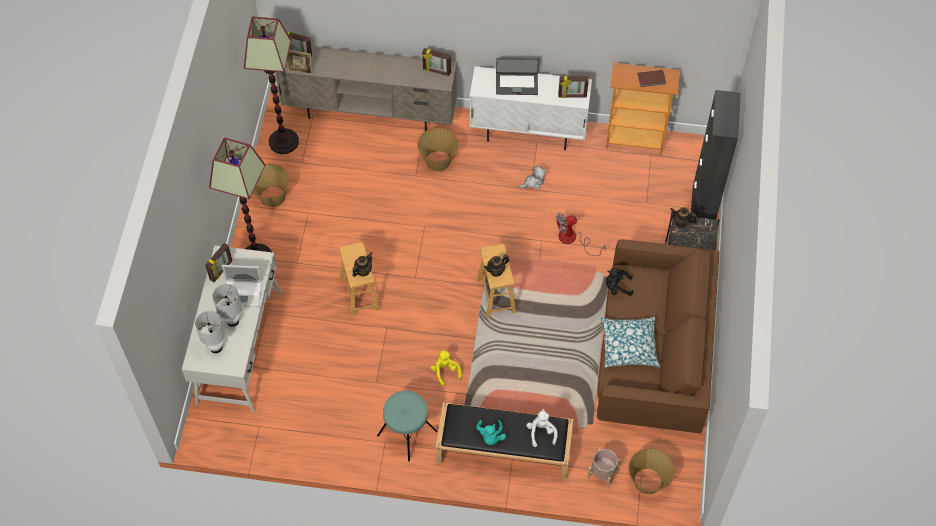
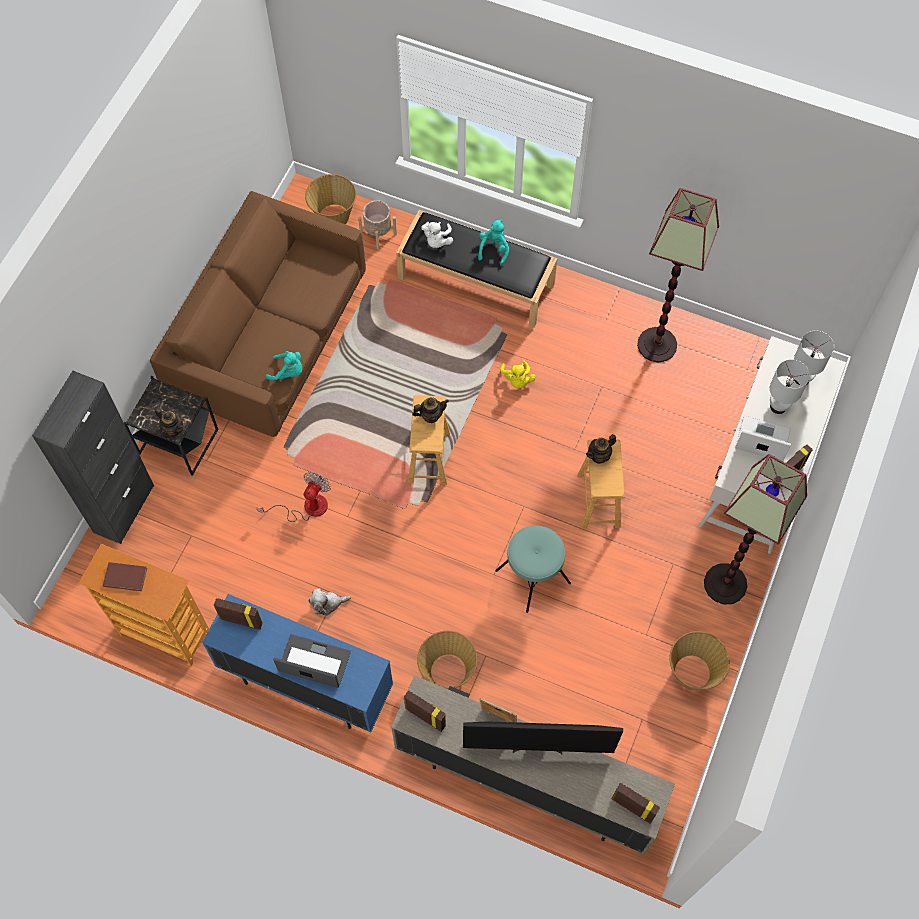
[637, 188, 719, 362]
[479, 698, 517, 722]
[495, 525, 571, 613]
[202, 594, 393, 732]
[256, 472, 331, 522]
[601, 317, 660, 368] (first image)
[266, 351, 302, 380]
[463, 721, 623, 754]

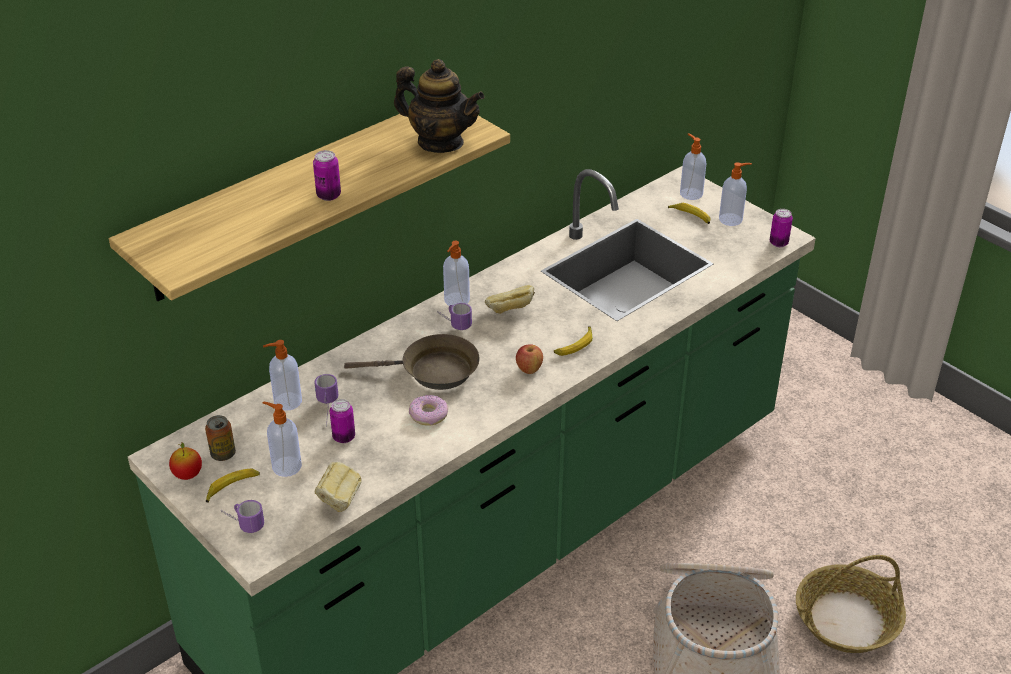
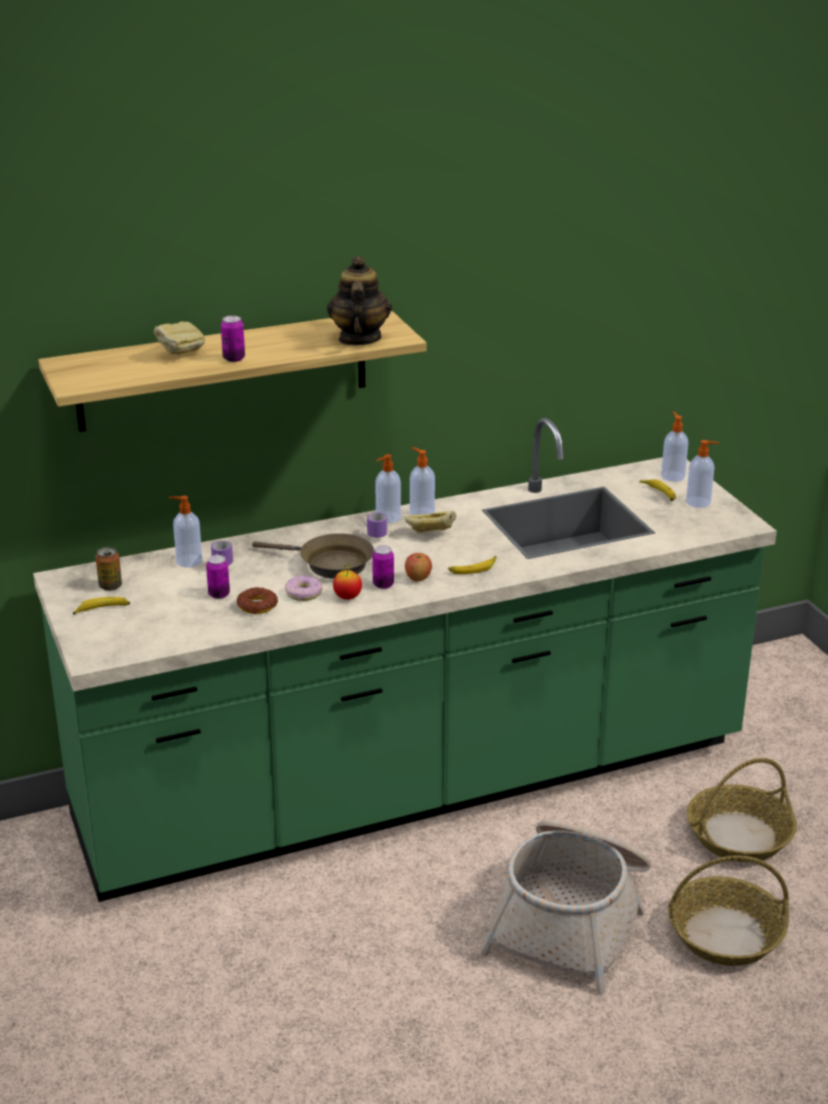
[333, 564, 362, 600]
[221, 500, 264, 533] (first image)
[410, 447, 435, 515]
[154, 321, 205, 355]
[327, 256, 392, 346]
[372, 545, 394, 589]
[237, 587, 278, 614]
[687, 758, 797, 862]

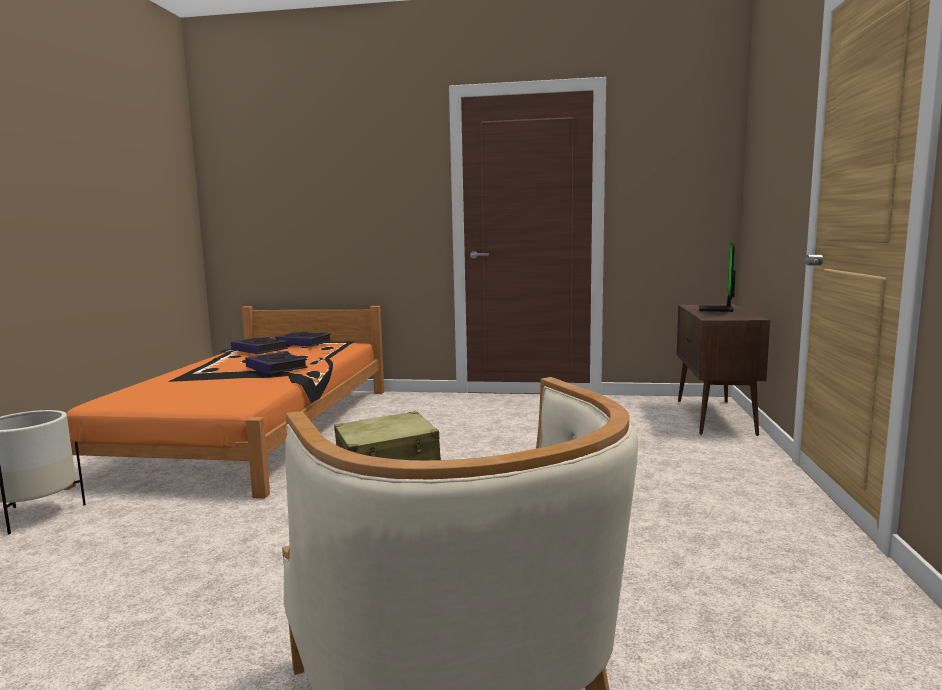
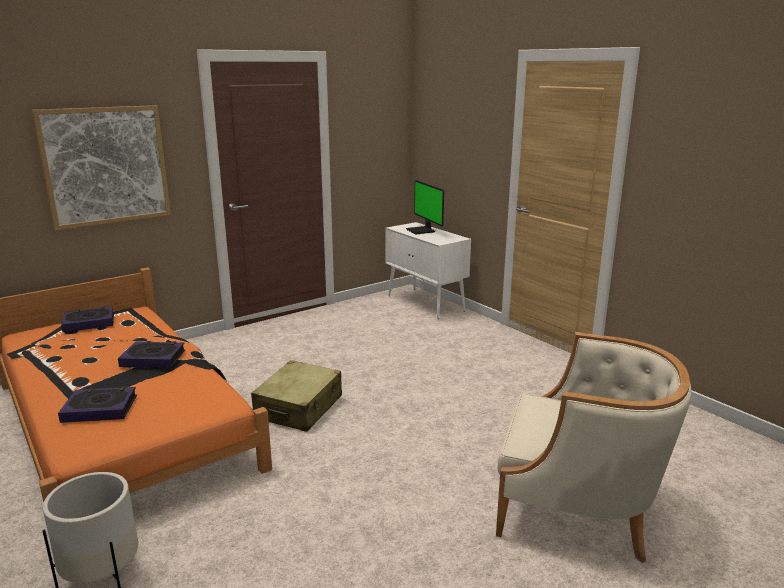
[58, 386, 137, 423]
[385, 222, 471, 319]
[32, 105, 171, 230]

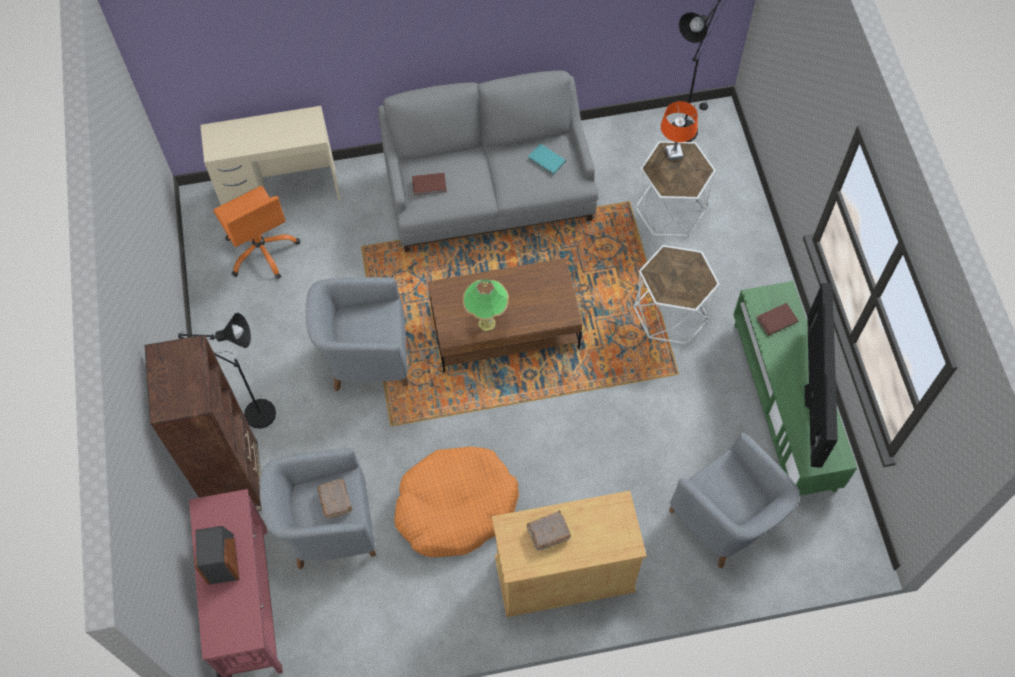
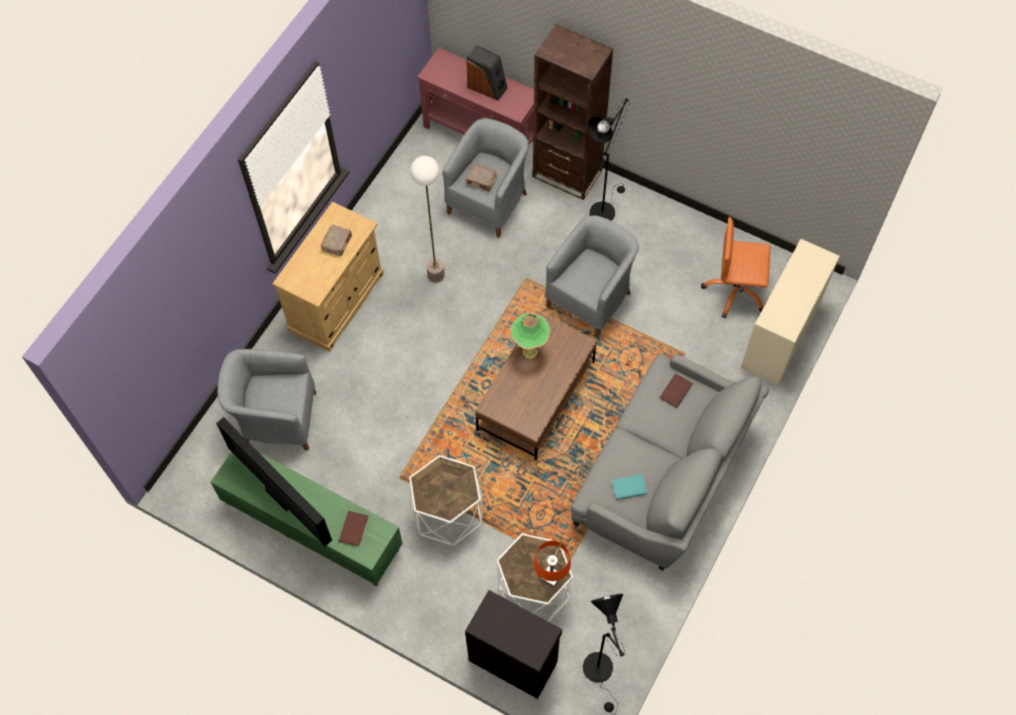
[410, 156, 445, 283]
[465, 590, 562, 699]

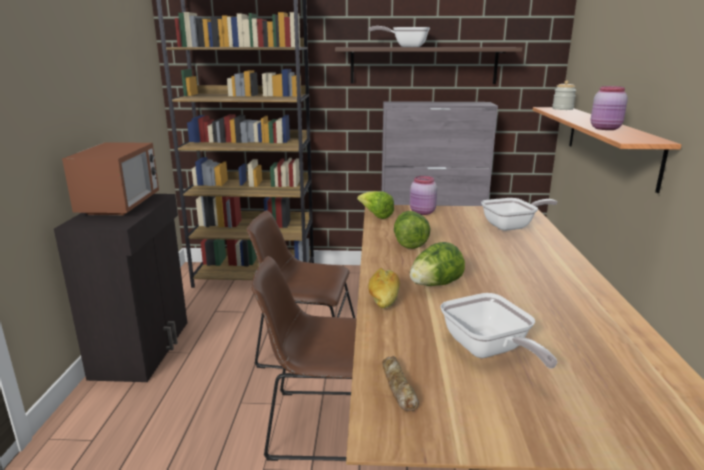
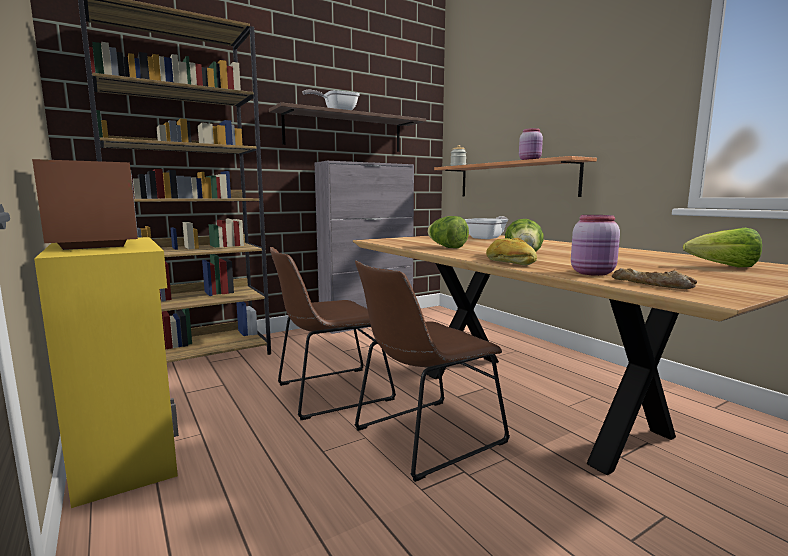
[34, 237, 179, 508]
[683, 228, 762, 268]
[571, 215, 620, 276]
[440, 293, 557, 369] (first image)

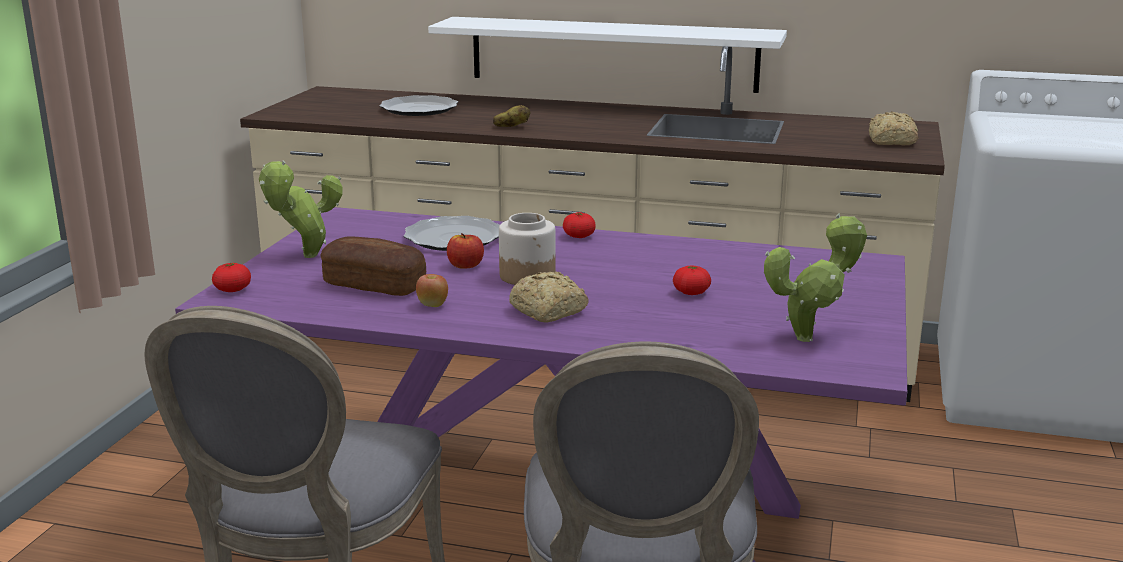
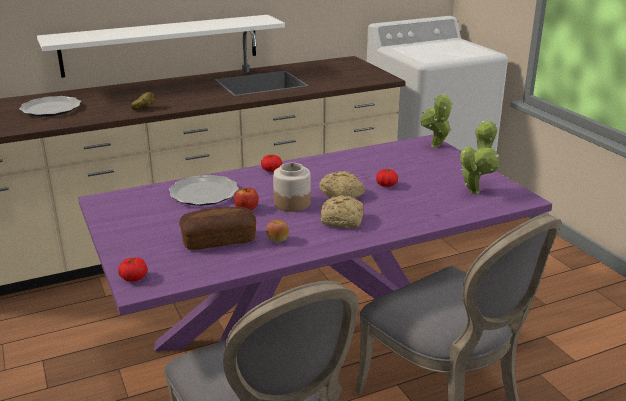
[420, 93, 453, 148]
[319, 171, 365, 198]

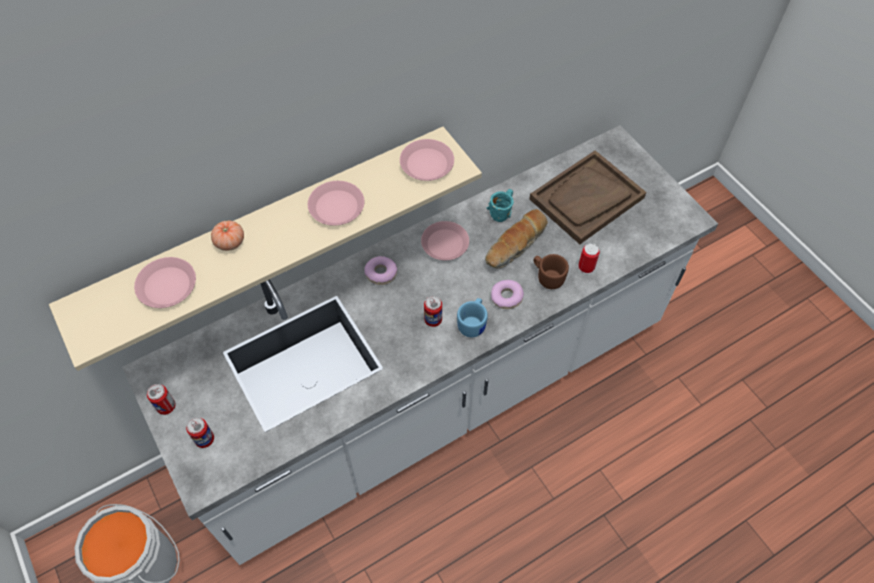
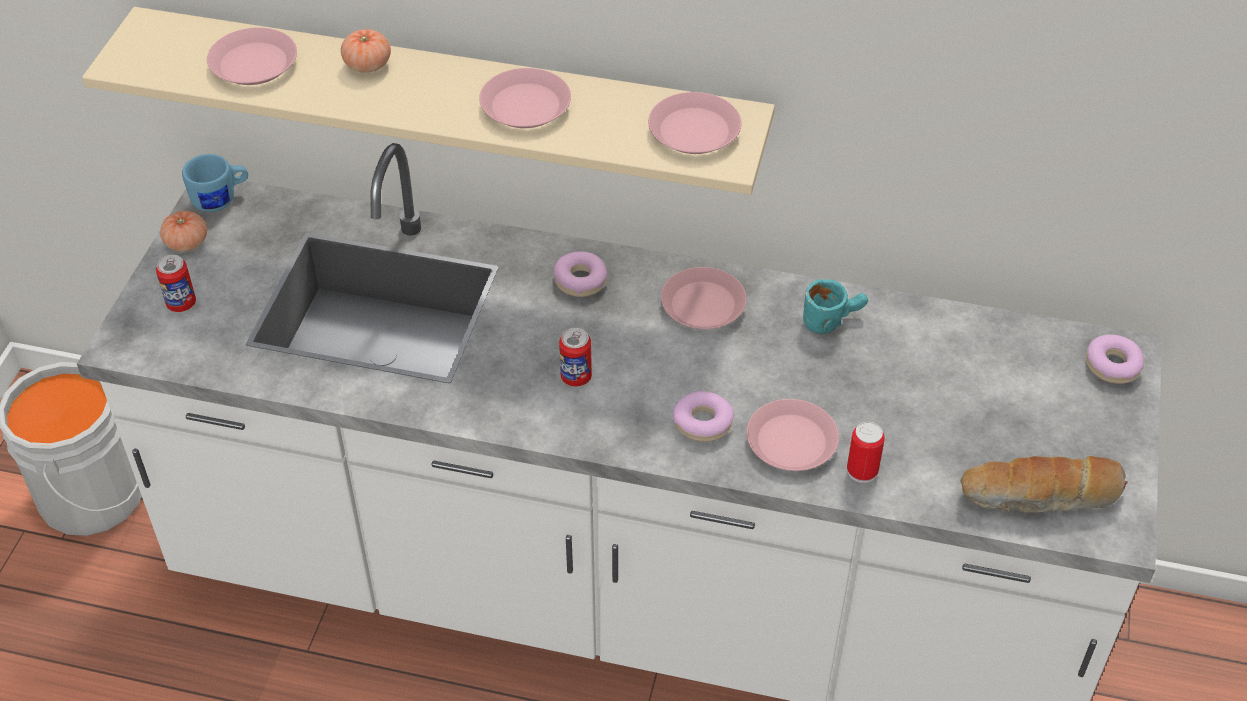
[160, 211, 207, 252]
[182, 154, 248, 212]
[960, 456, 1128, 513]
[529, 150, 646, 244] (first image)
[746, 399, 839, 471]
[1086, 334, 1144, 384]

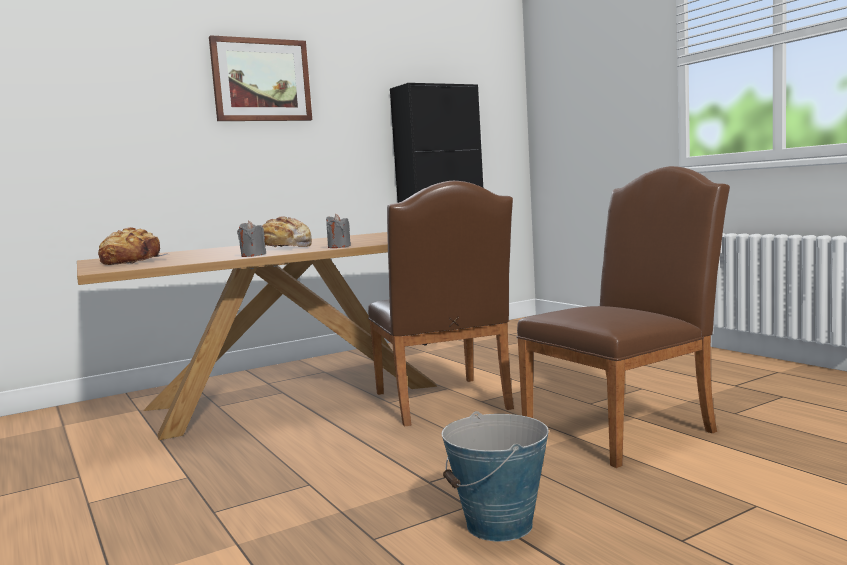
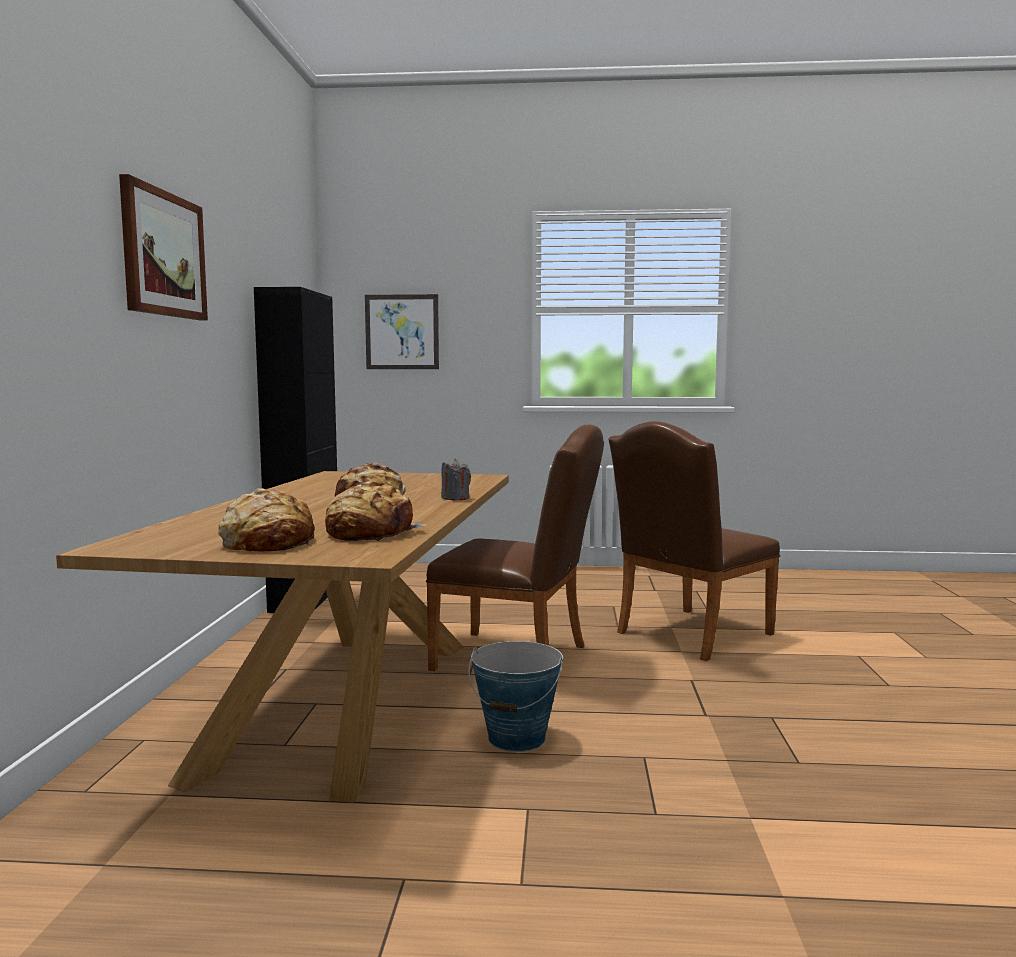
[237, 221, 266, 257] (first image)
[469, 641, 563, 752]
[609, 421, 780, 661]
[325, 481, 427, 541]
[365, 294, 439, 369]

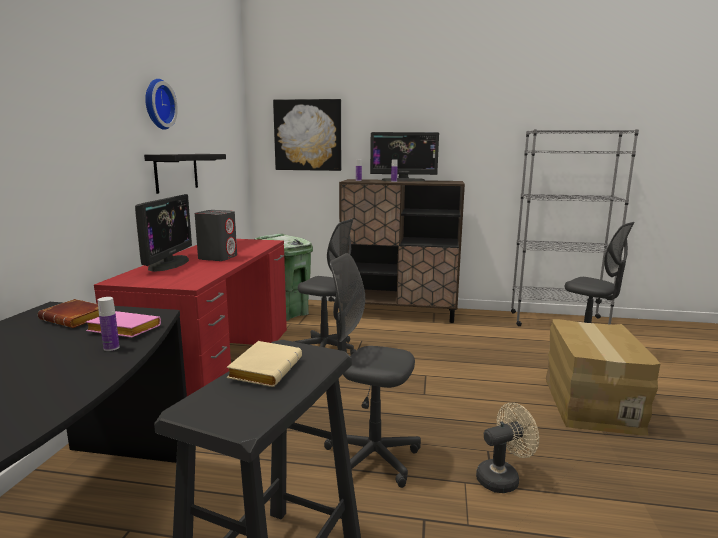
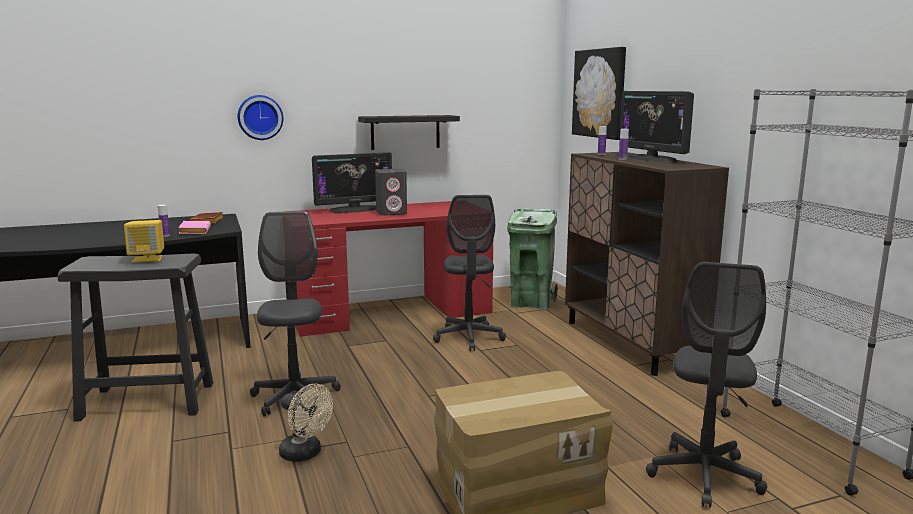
[238, 95, 283, 140]
[124, 220, 164, 263]

